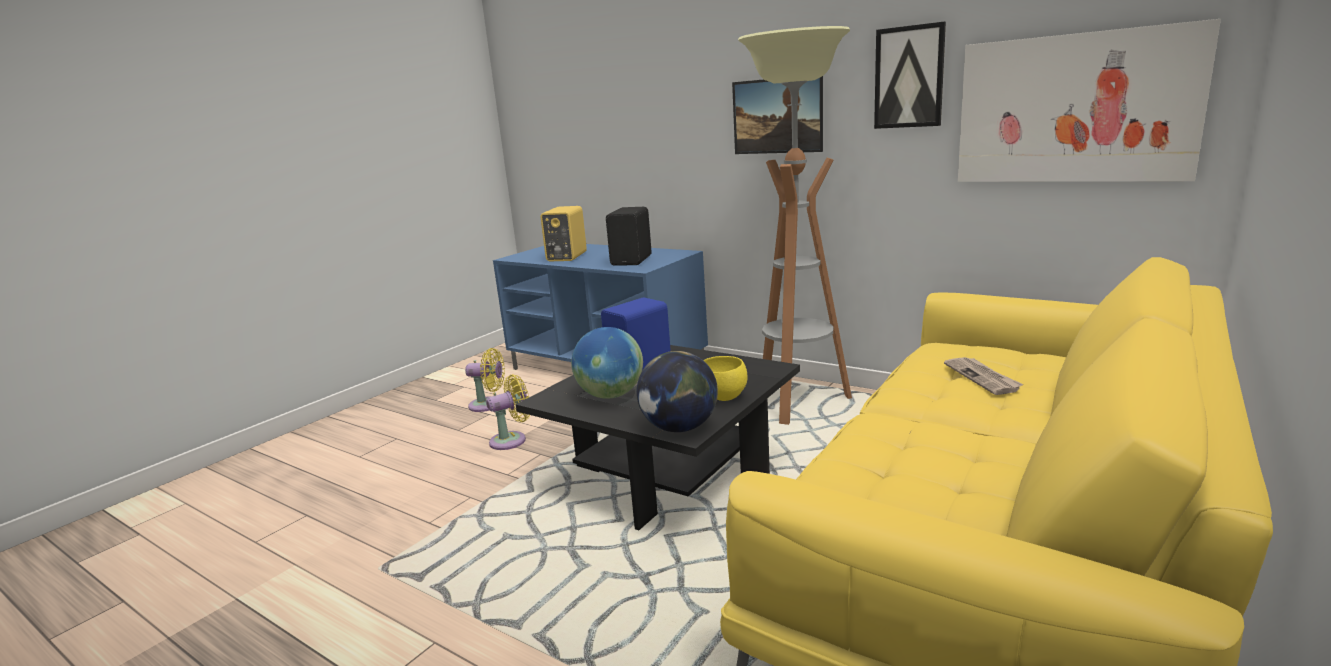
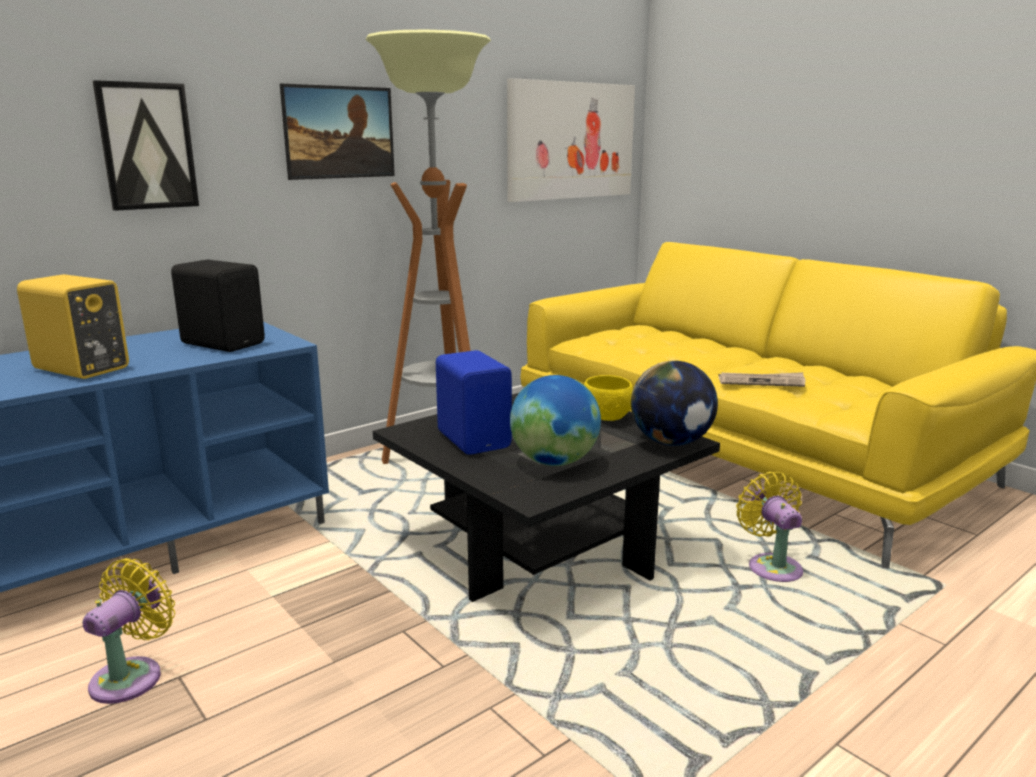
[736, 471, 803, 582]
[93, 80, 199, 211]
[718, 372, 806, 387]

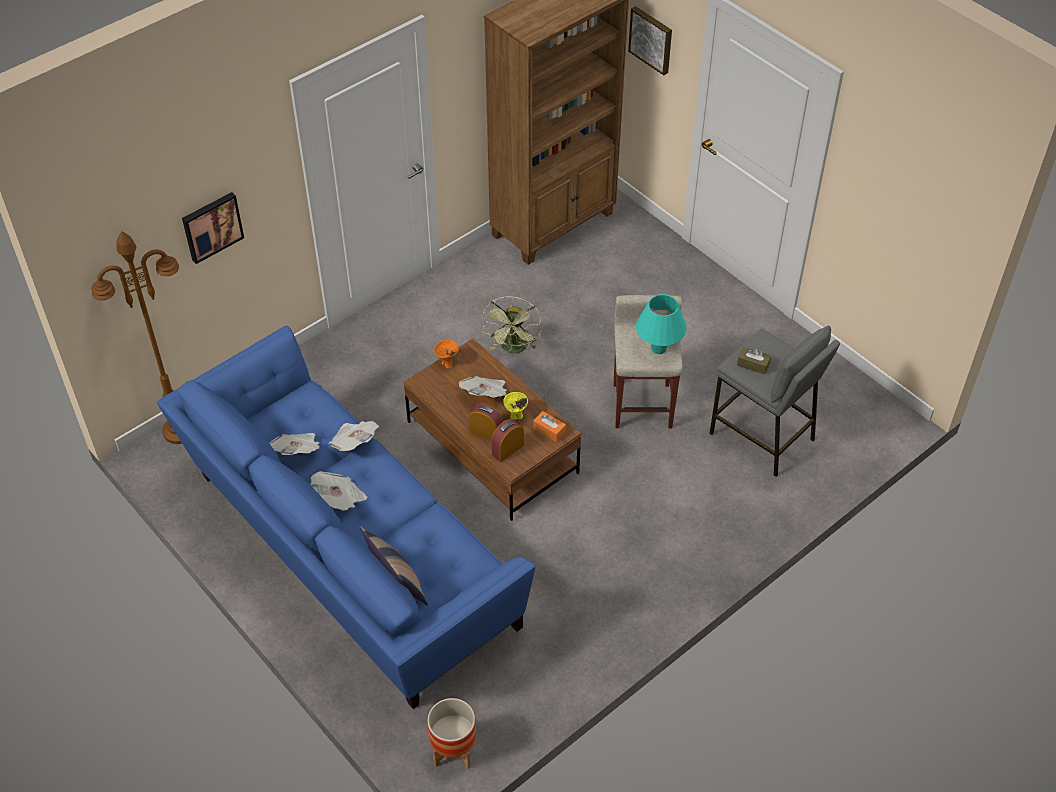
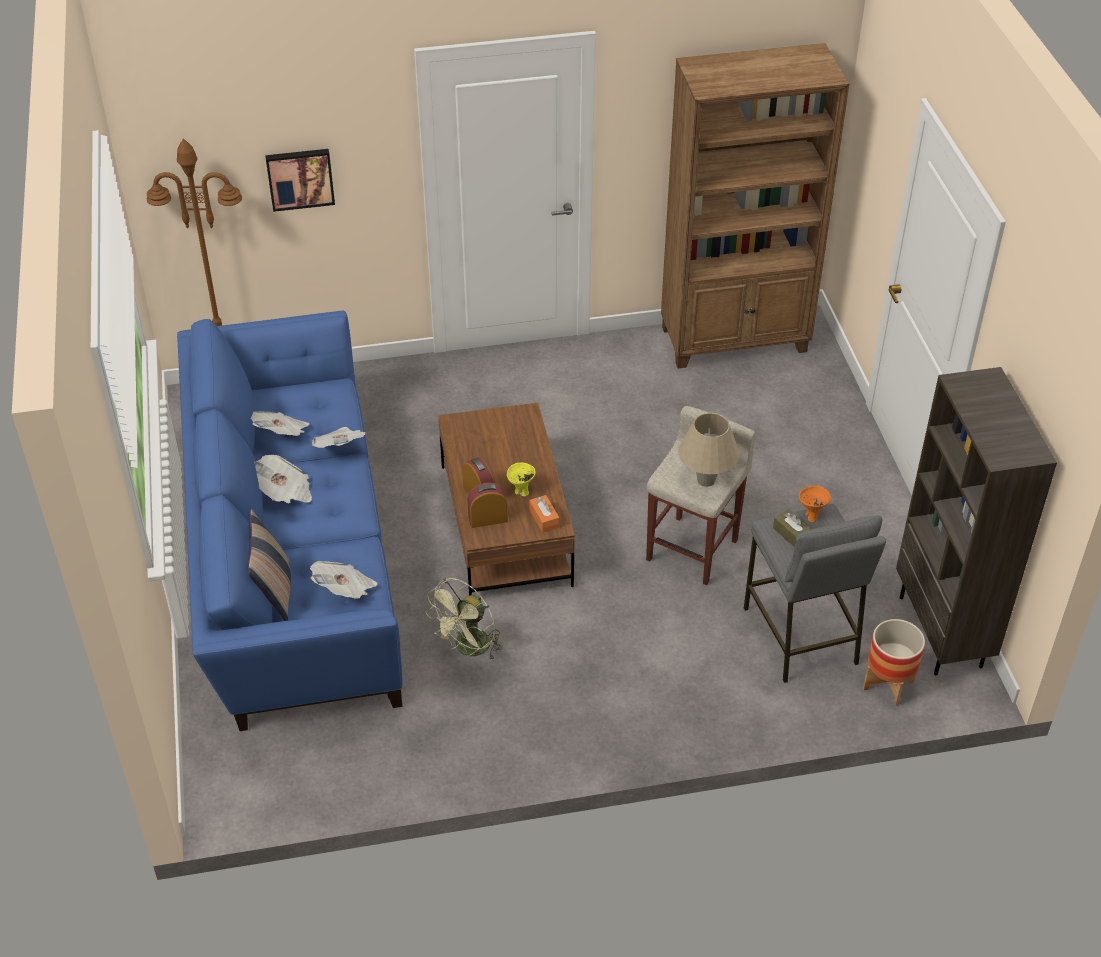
[863, 619, 925, 706]
[799, 486, 831, 522]
[310, 561, 378, 599]
[426, 578, 502, 661]
[628, 6, 672, 75] (first image)
[678, 413, 739, 487]
[896, 367, 1057, 675]

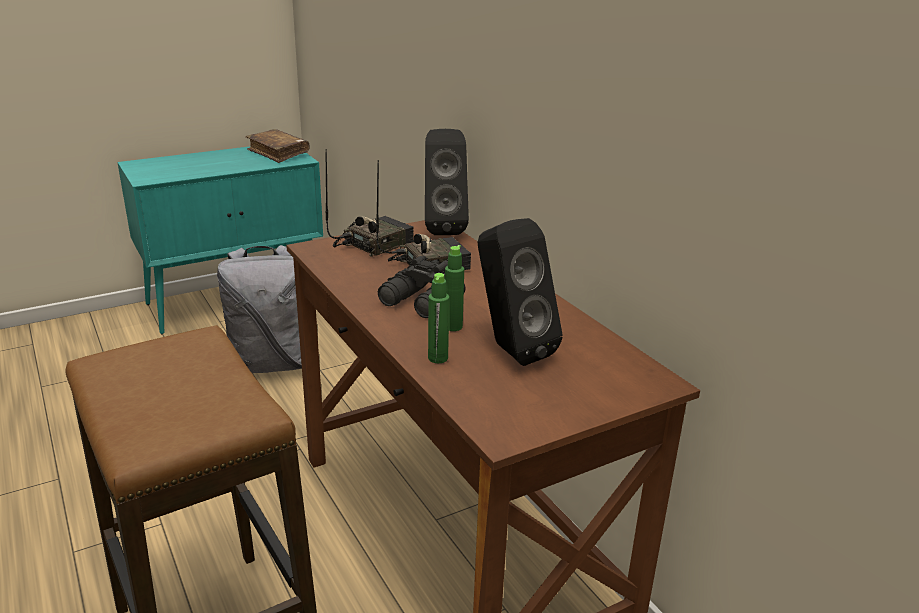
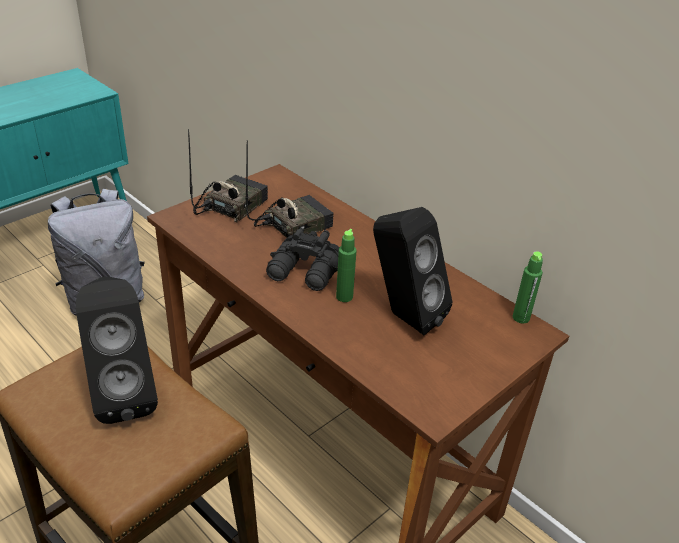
[246, 129, 310, 163] (first image)
[76, 277, 158, 424]
[513, 252, 543, 324]

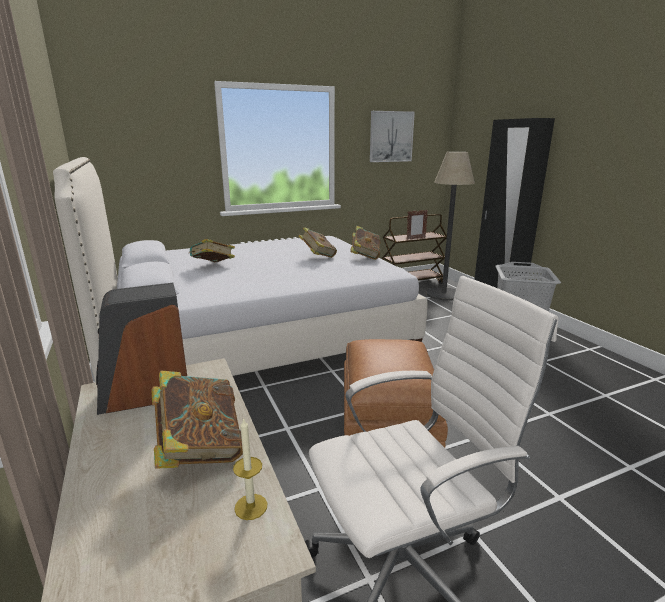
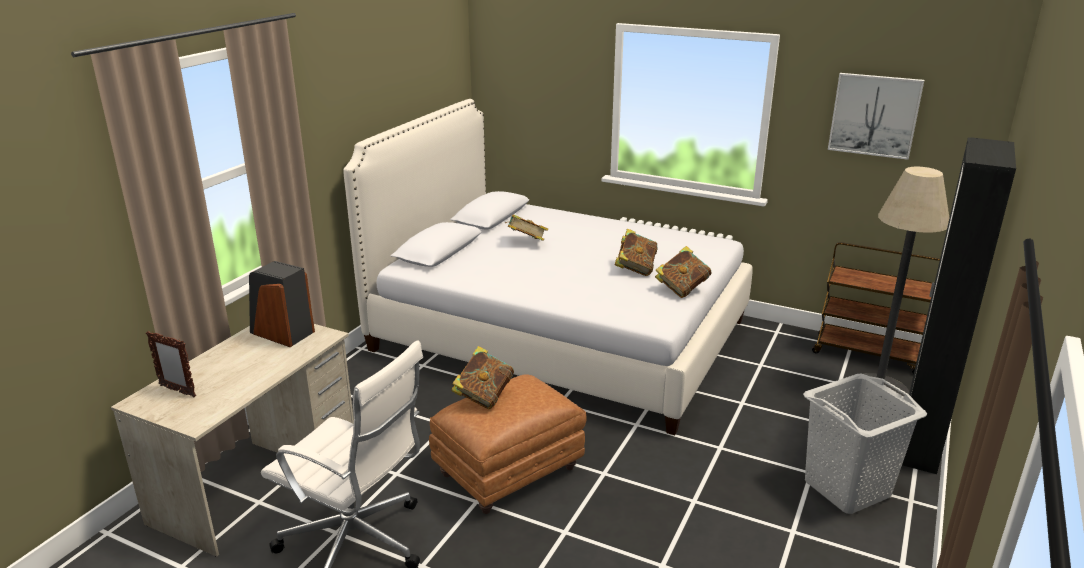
[451, 346, 514, 409]
[233, 417, 267, 520] (first image)
[146, 331, 196, 398]

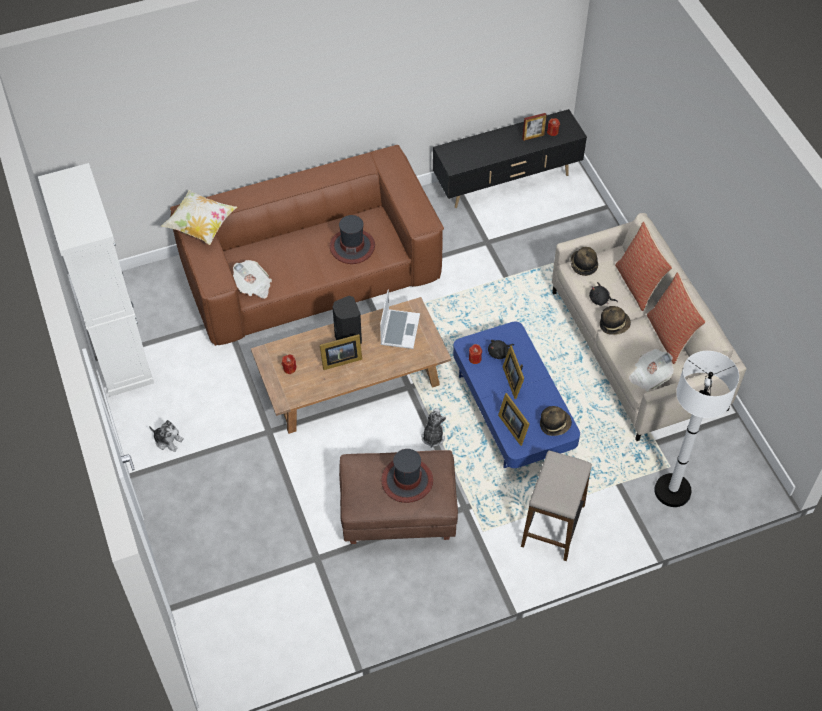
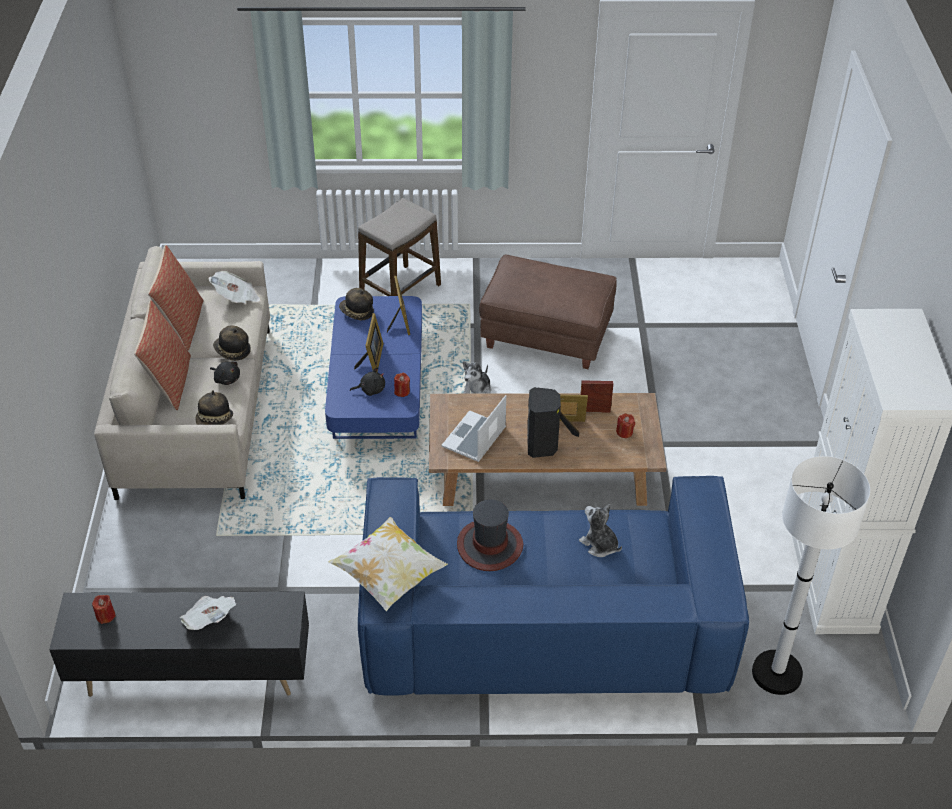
[579, 504, 622, 557]
[328, 517, 448, 611]
[358, 476, 749, 696]
[180, 596, 236, 630]
[381, 449, 433, 503] (first image)
[580, 380, 613, 413]
[752, 456, 870, 695]

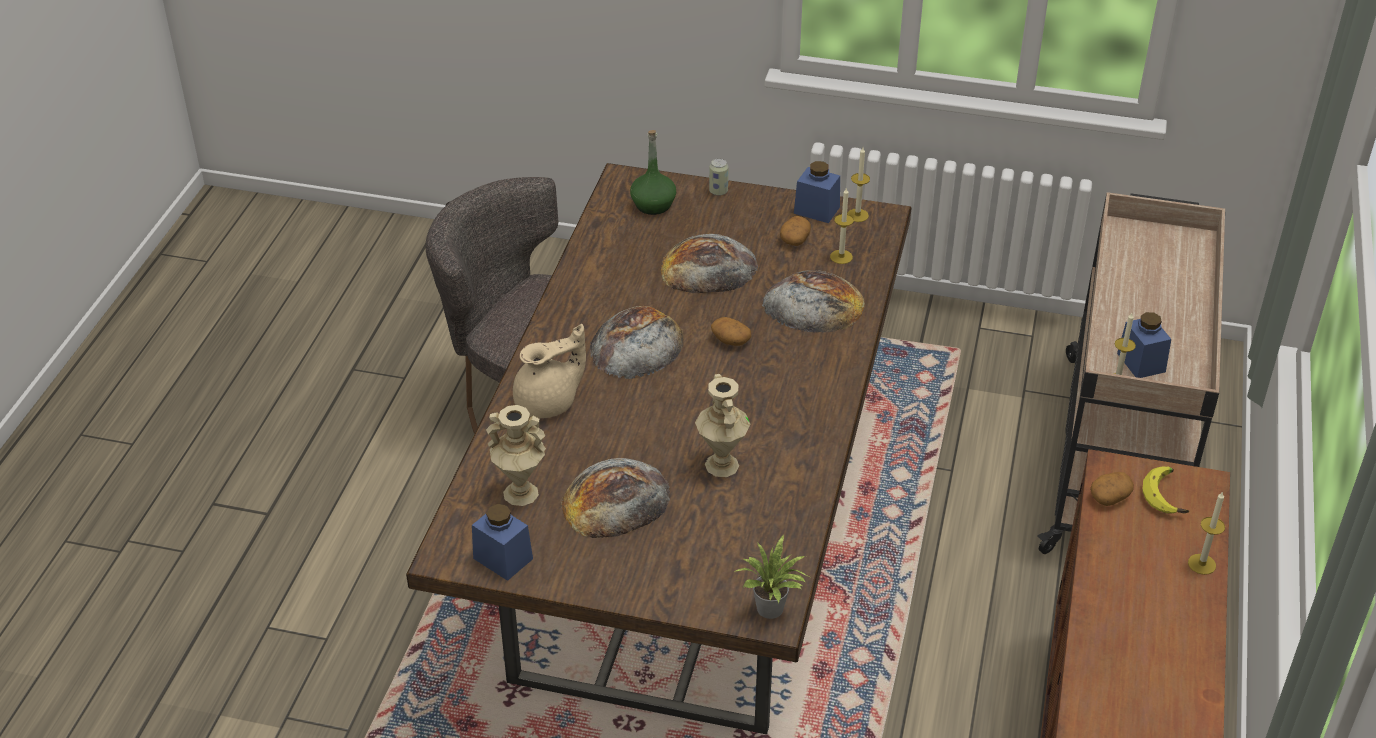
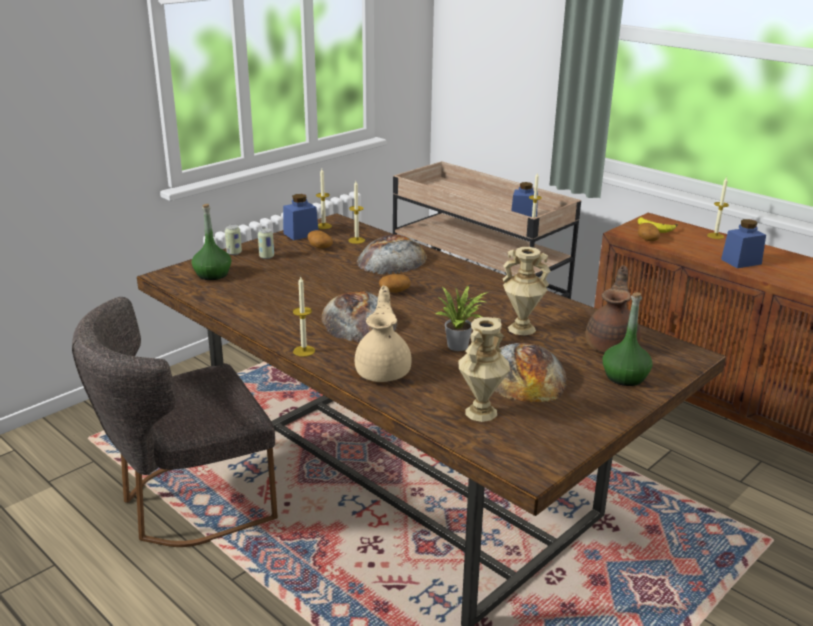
[721, 219, 766, 268]
[660, 234, 758, 293] (first image)
[434, 286, 488, 351]
[258, 228, 274, 259]
[293, 277, 315, 357]
[585, 265, 641, 353]
[602, 292, 653, 386]

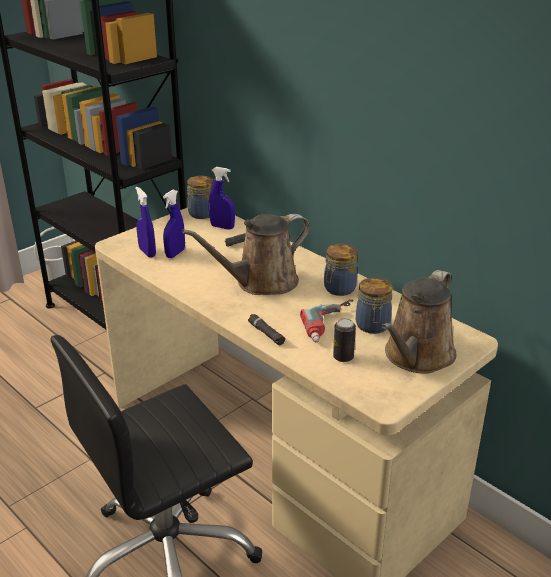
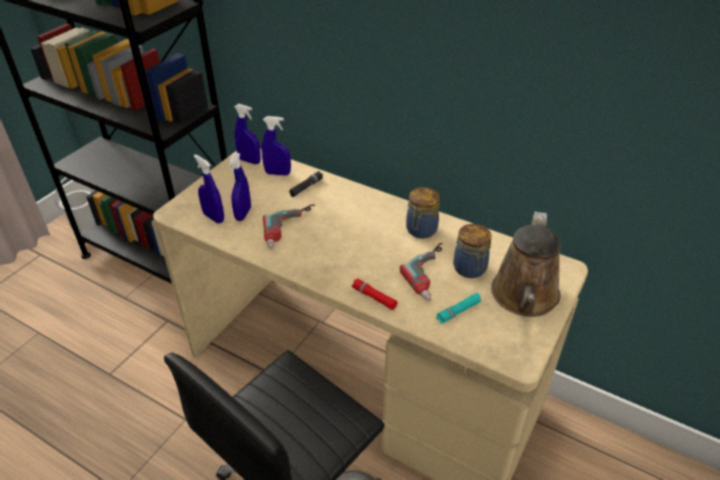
[182, 214, 310, 295] (first image)
[234, 104, 261, 164]
[352, 278, 398, 310]
[436, 293, 482, 324]
[263, 204, 315, 249]

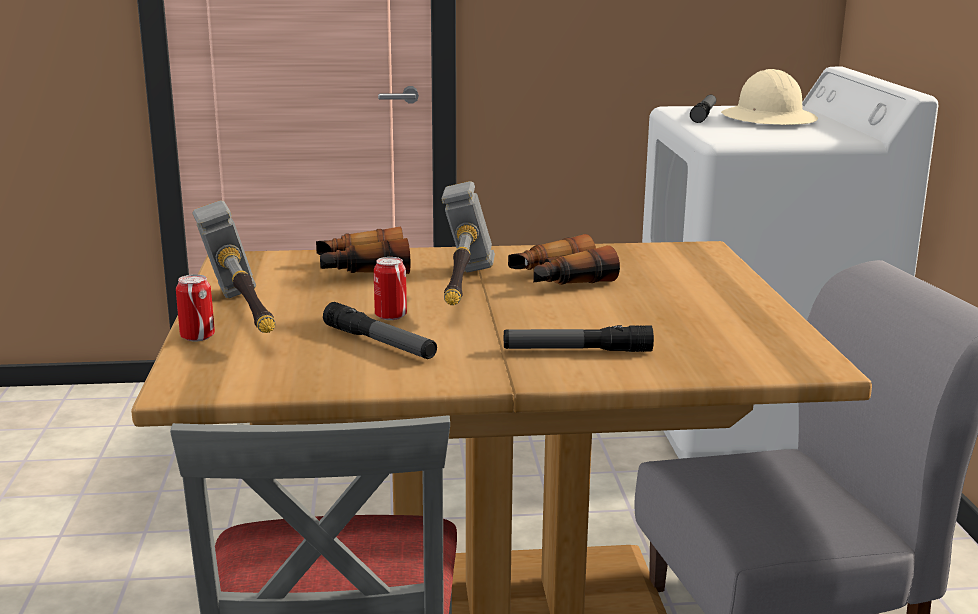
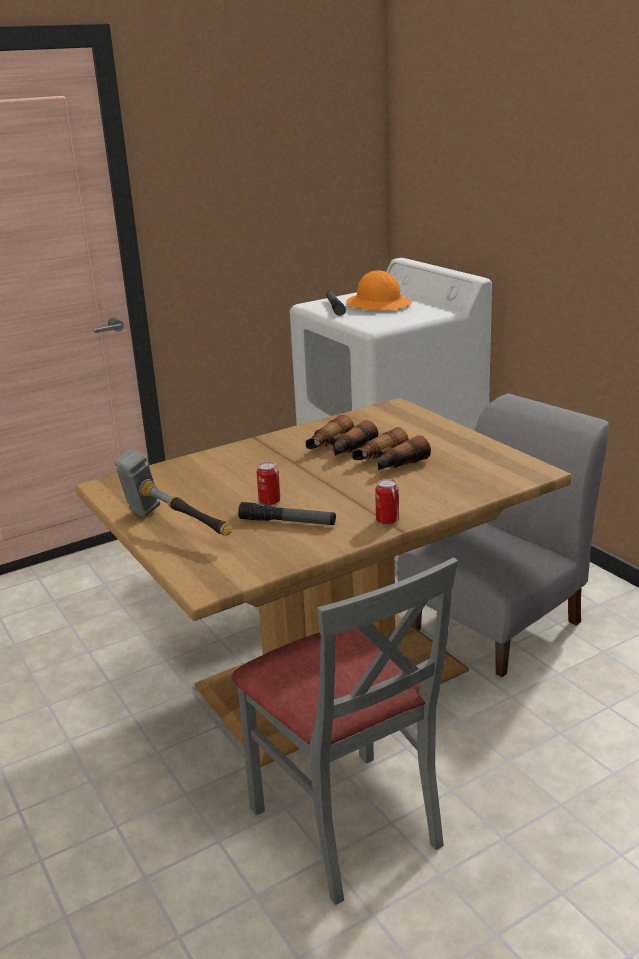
[376, 479, 399, 525]
[352, 427, 431, 470]
[442, 181, 495, 305] (first image)
[504, 325, 654, 352] (first image)
[346, 270, 412, 310]

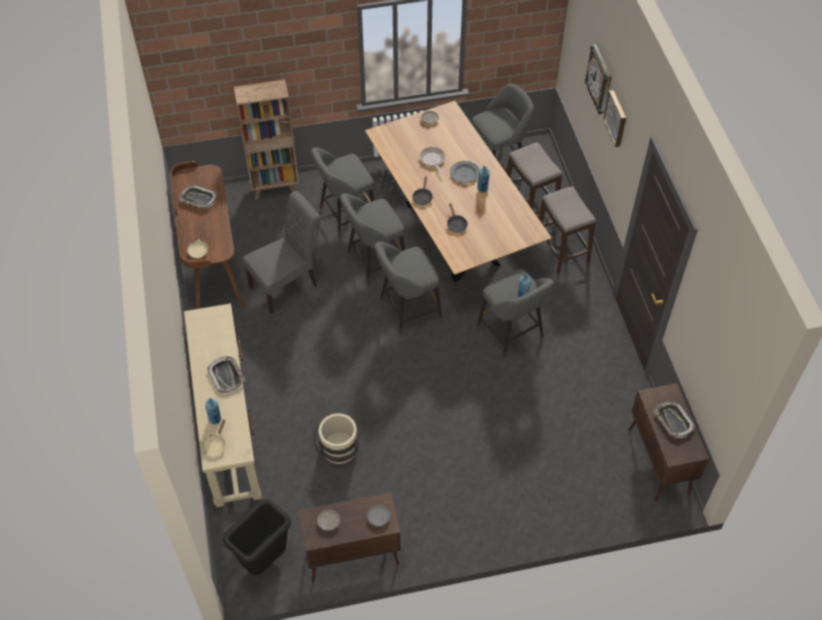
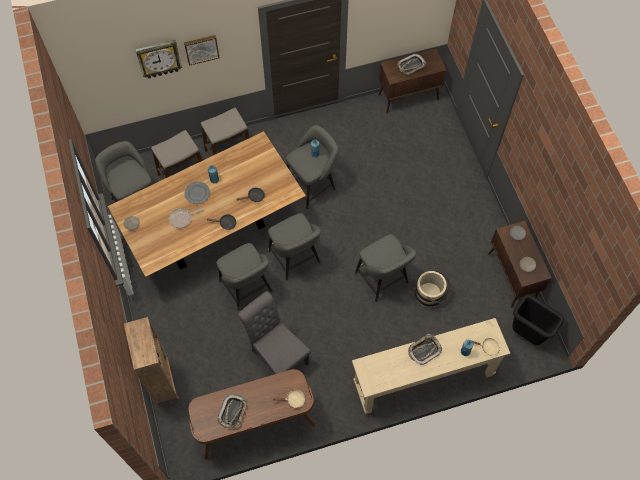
[355, 234, 416, 302]

